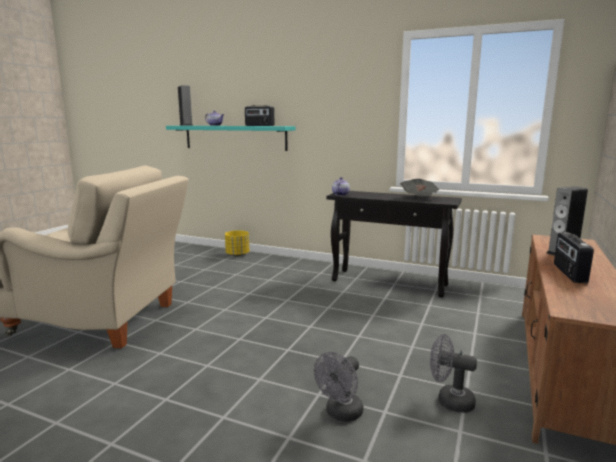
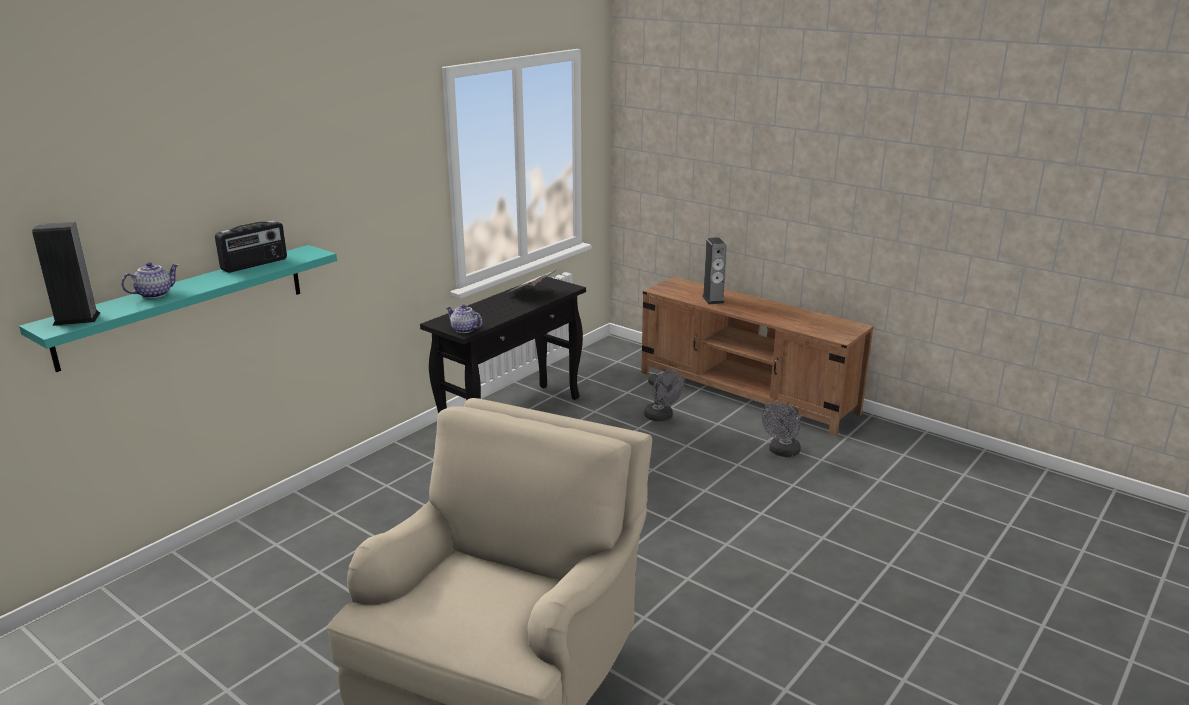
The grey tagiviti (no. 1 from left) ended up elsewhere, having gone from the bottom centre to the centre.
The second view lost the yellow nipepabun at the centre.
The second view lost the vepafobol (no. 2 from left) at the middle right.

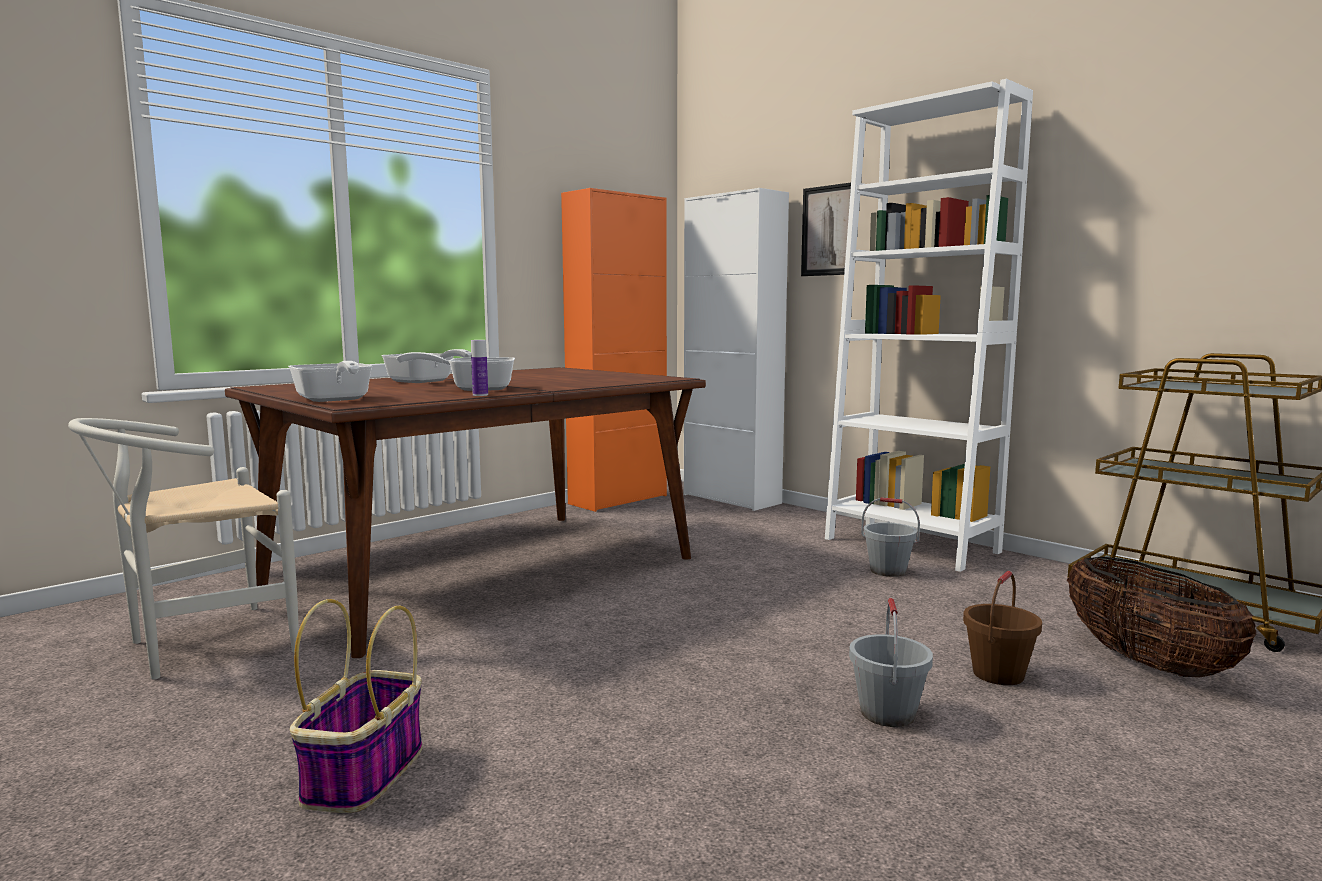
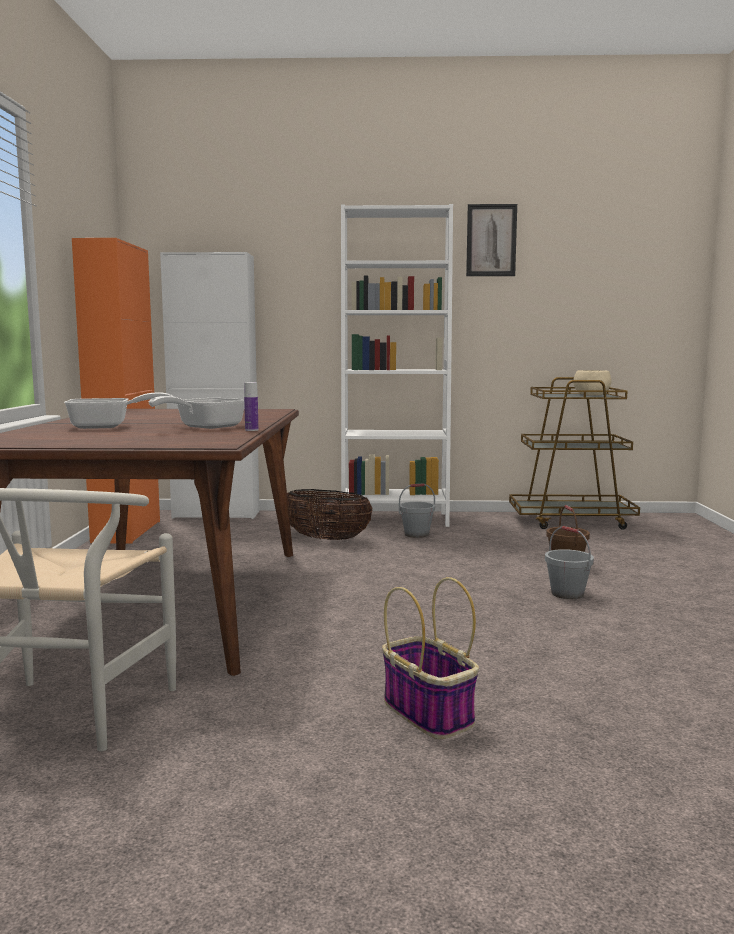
The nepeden (no. 2 from left in the first image) ended up elsewhere, having gone from the bottom right to the centre.
The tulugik ended up elsewhere, having gone from the top centre to the top right.
The second view gained the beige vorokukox at the middle right.
The second view lost the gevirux (no. 1 from left) at the middle left.

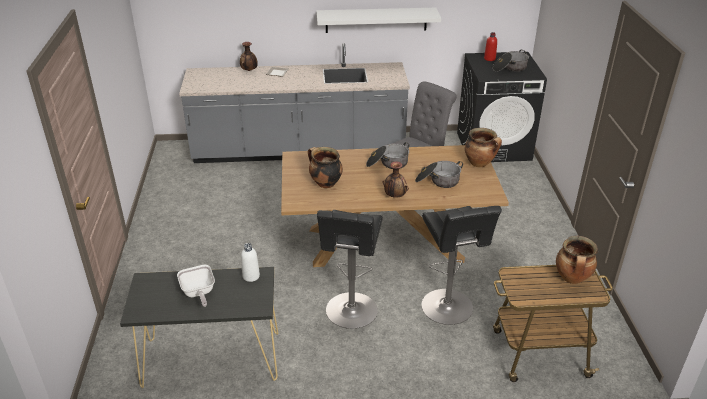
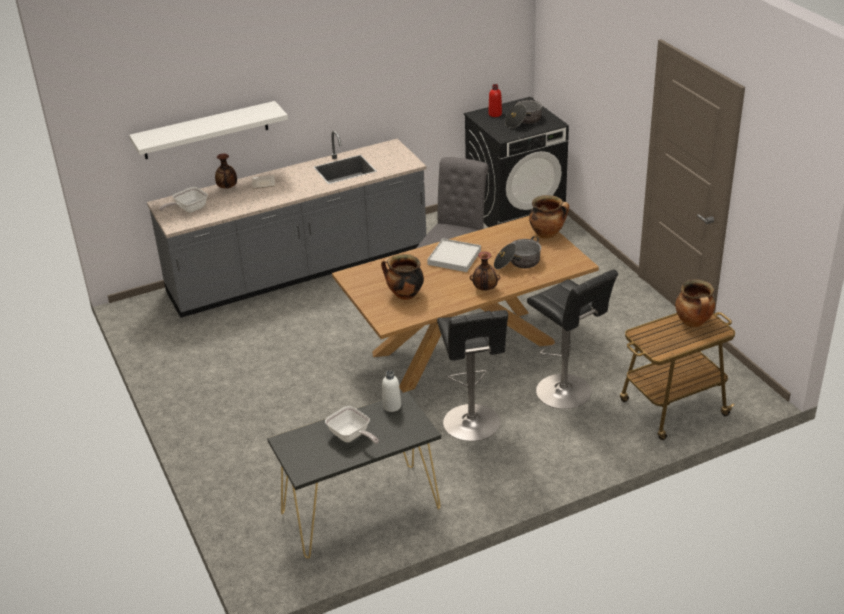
The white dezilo ended up elsewhere, having gone from the top centre to the top left.
The second view gained the gevirux (no. 1 from left) at the top left.
Where the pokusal (no. 2 from left) stood at the centre, the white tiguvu came to stand at the centre.

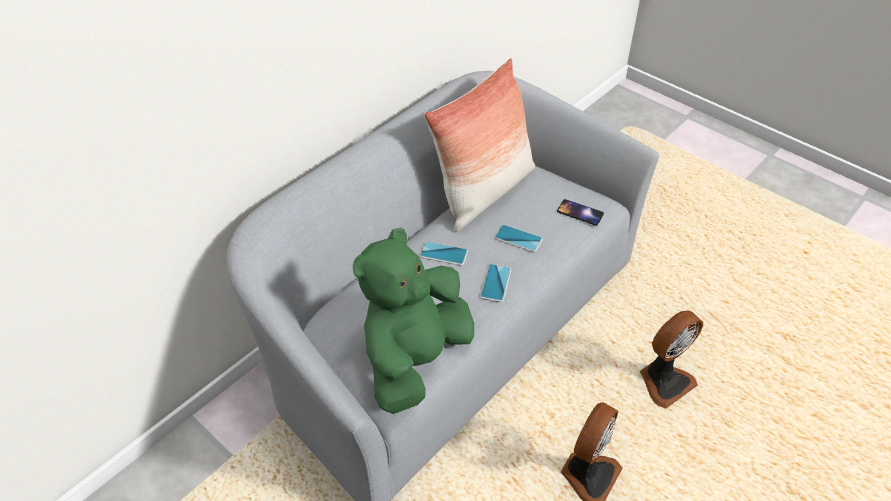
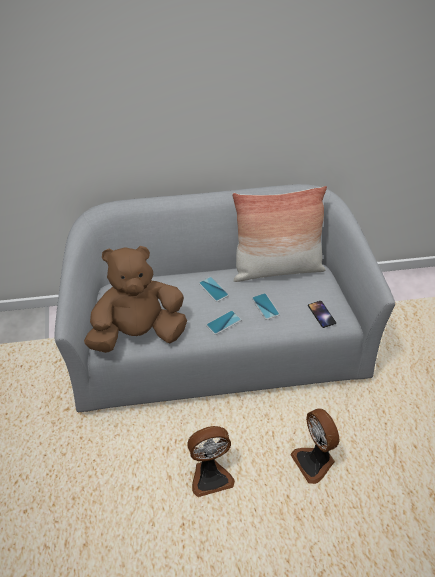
What was the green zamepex at the centre turned into the brown zamepex at the middle left.
The tagiviti (no. 2 from left) at the bottom right ended up facing another way, 60 degrees clockwise from before.

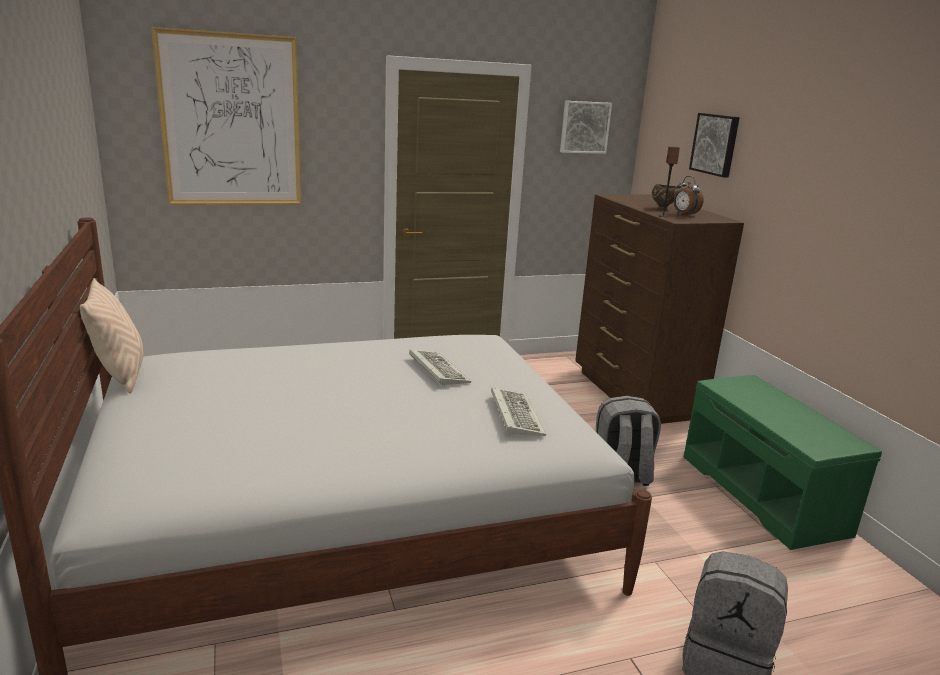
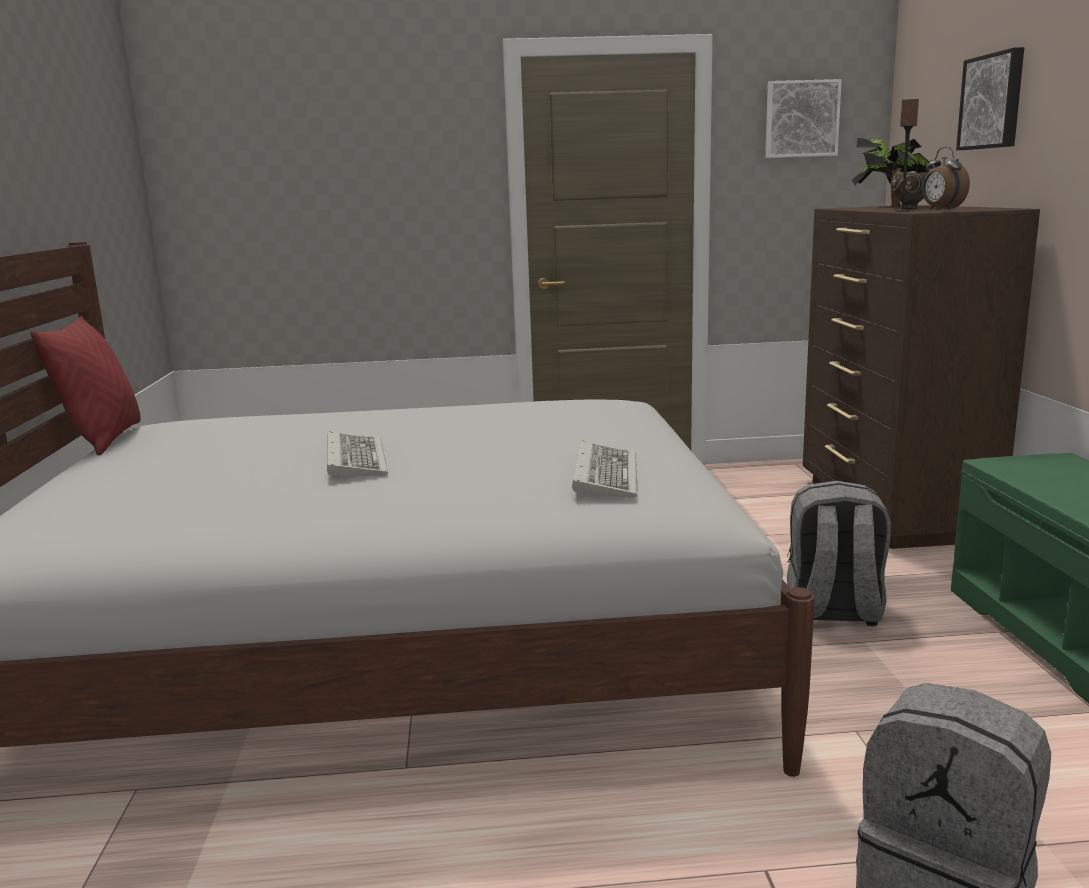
What was the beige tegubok at the middle left turned into the red tegubok at the middle left.
The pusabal (no. 1 from left) ended up elsewhere, having gone from the centre to the middle left.
The second view gained the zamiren at the top right.
The second view lost the tulugik (no. 1 from left) at the top left.

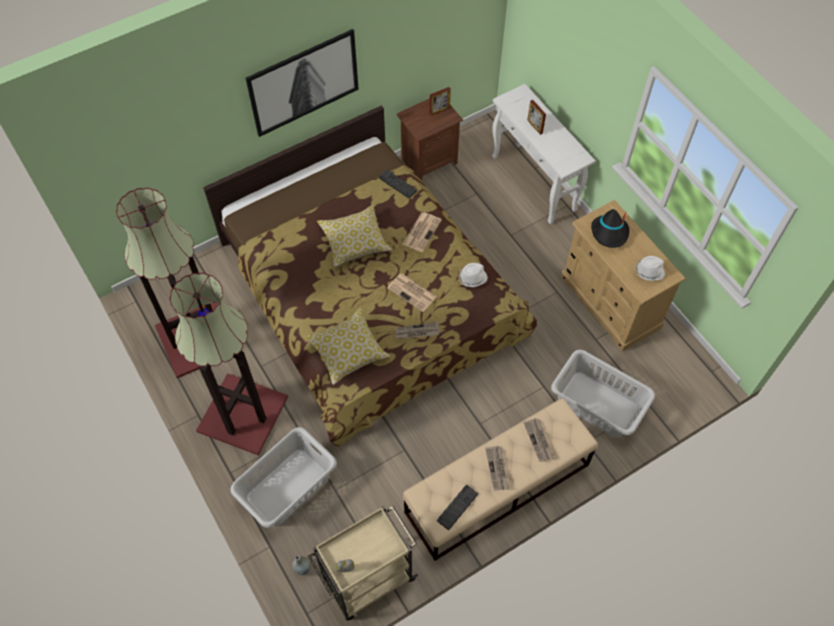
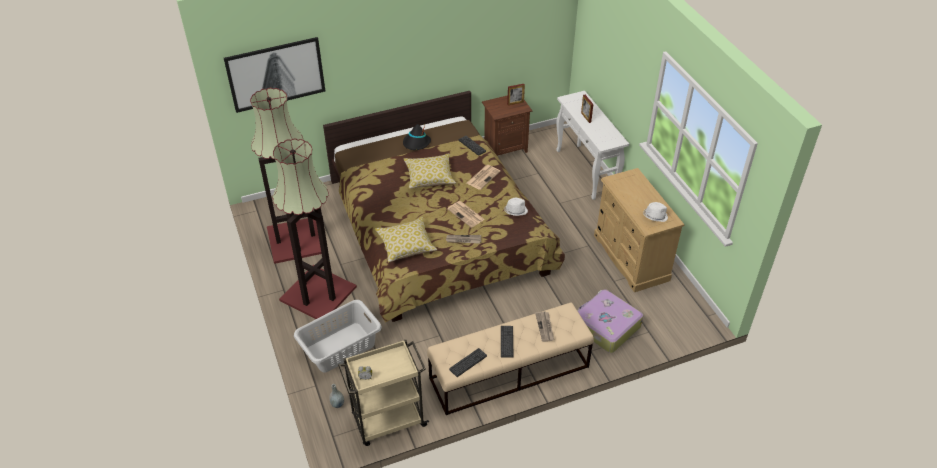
The tulugik ended up elsewhere, having gone from the top centre to the top left.
The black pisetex ended up elsewhere, having gone from the middle right to the top centre.
Where the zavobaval (no. 4 from left) stood at the bottom centre, the pusabal (no. 3 from left) came to stand at the bottom centre.
Where the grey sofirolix (no. 2 from left) stood at the middle right, the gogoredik came to stand at the bottom centre.

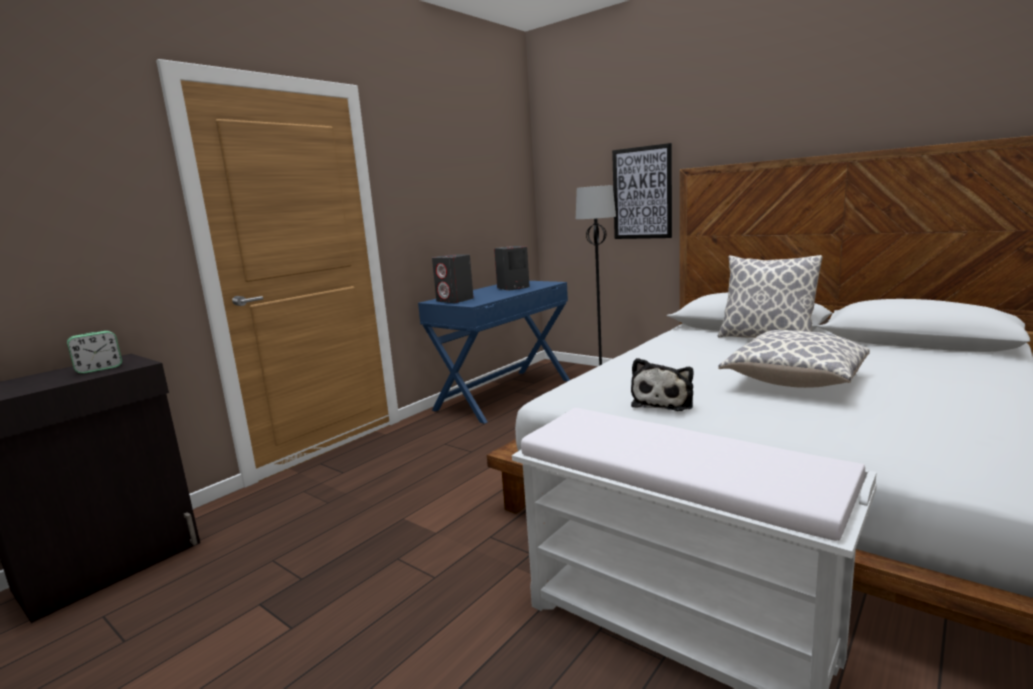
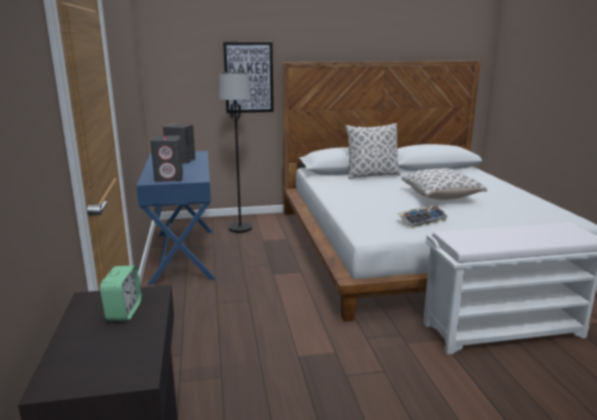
Where the zamepex stood at the centre, the pusabal came to stand at the middle right.

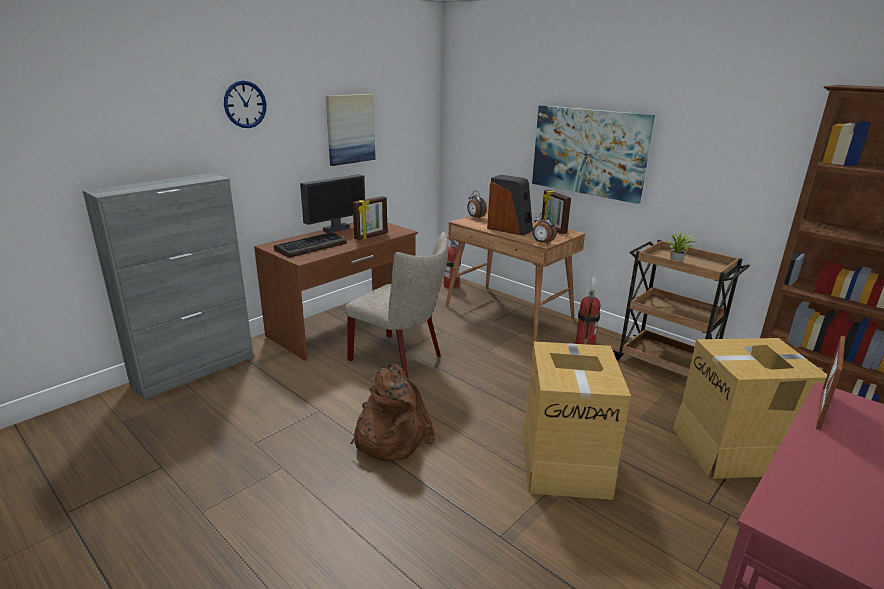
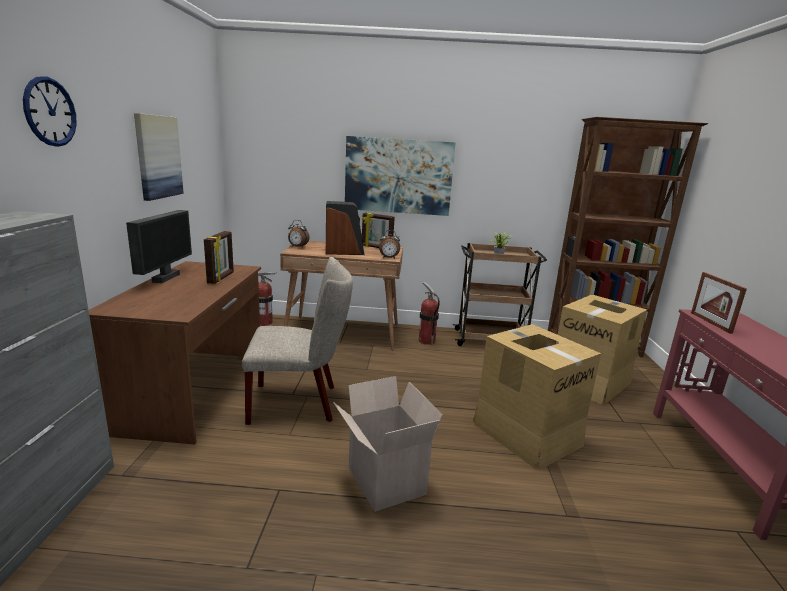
Where the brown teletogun stood at the bottom centre, the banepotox (no. 1 from left) came to stand at the bottom centre.
The second view lost the pusabal at the centre.

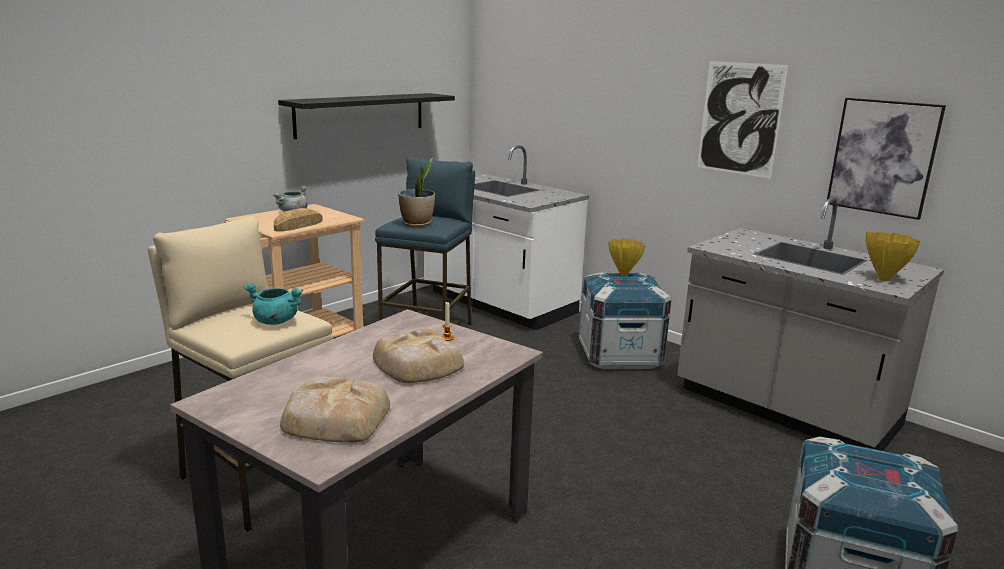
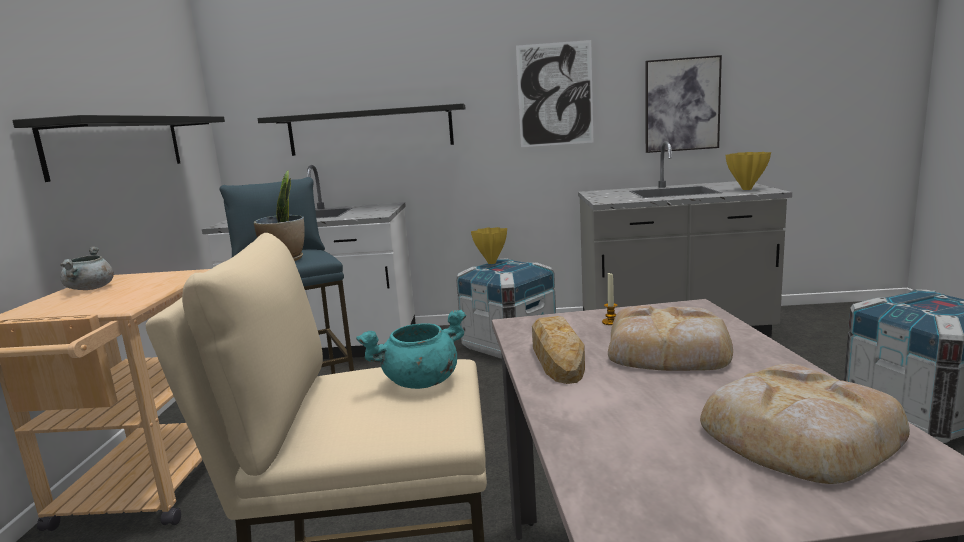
The second view gained the black dezilo (no. 2 from left) at the top centre.
The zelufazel (no. 1 from left) ended up elsewhere, having gone from the middle left to the centre.

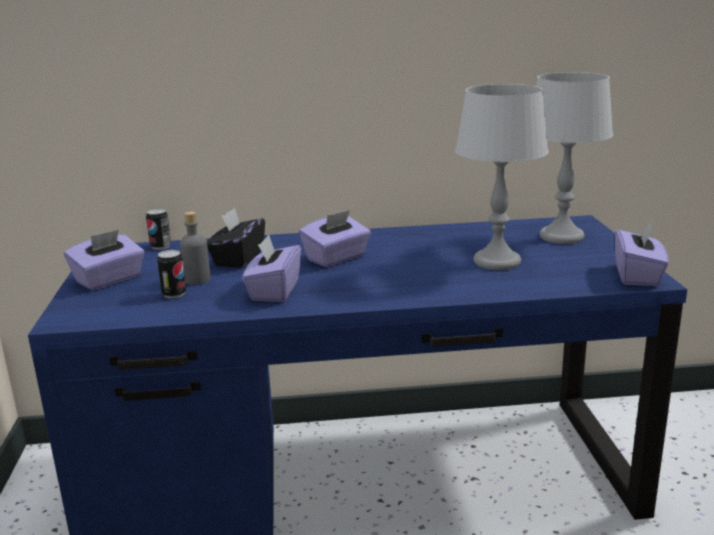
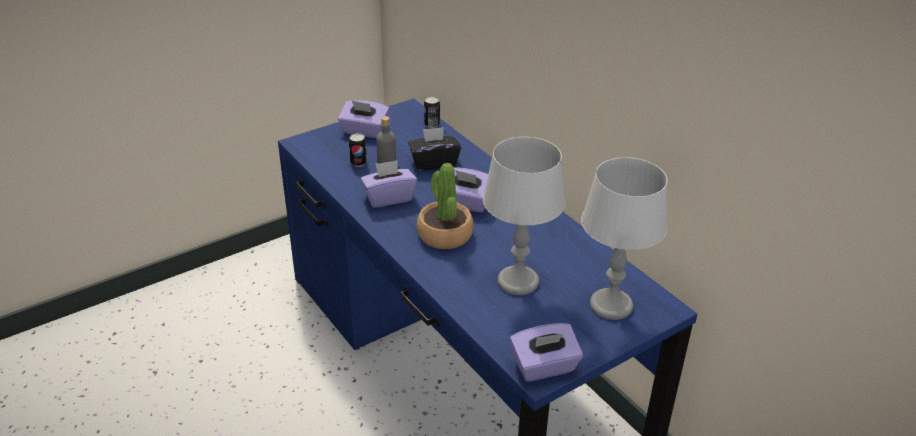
The second view gained the zamiren at the centre.

